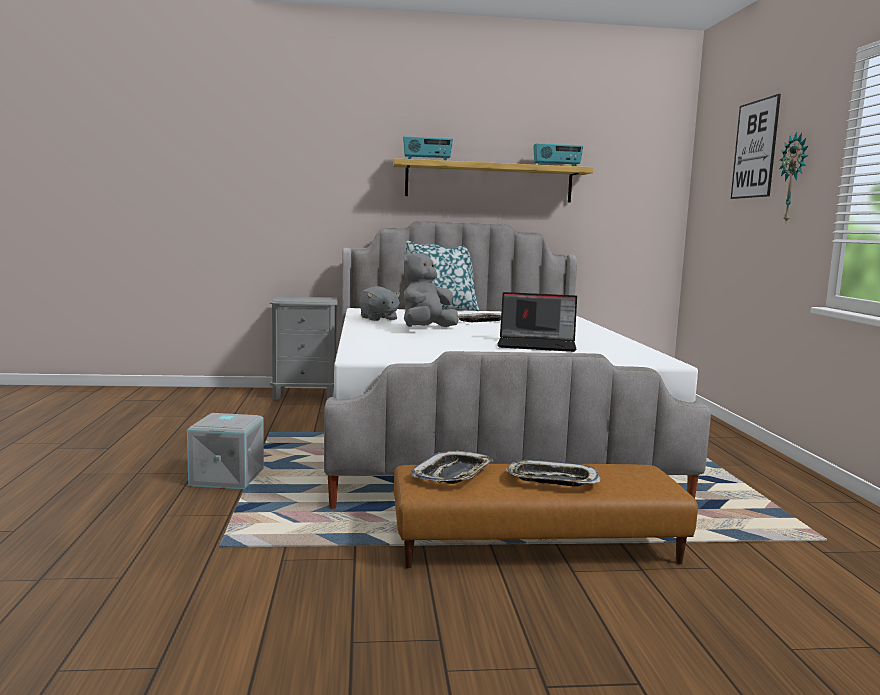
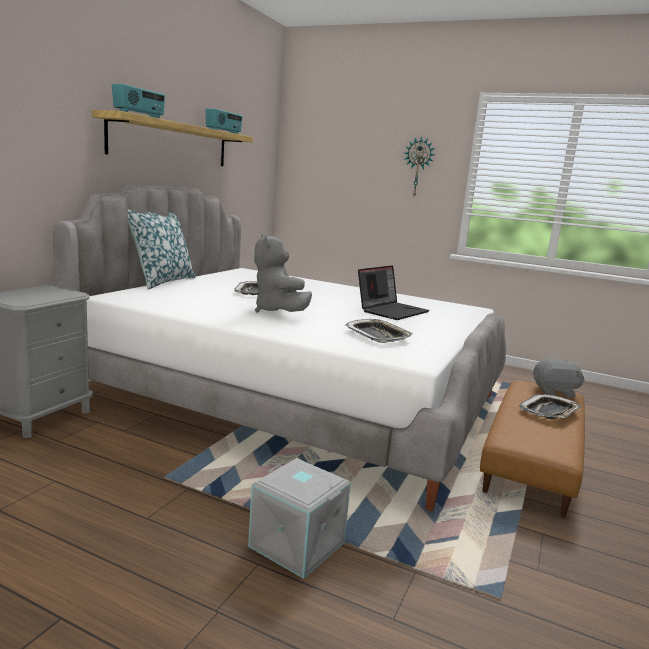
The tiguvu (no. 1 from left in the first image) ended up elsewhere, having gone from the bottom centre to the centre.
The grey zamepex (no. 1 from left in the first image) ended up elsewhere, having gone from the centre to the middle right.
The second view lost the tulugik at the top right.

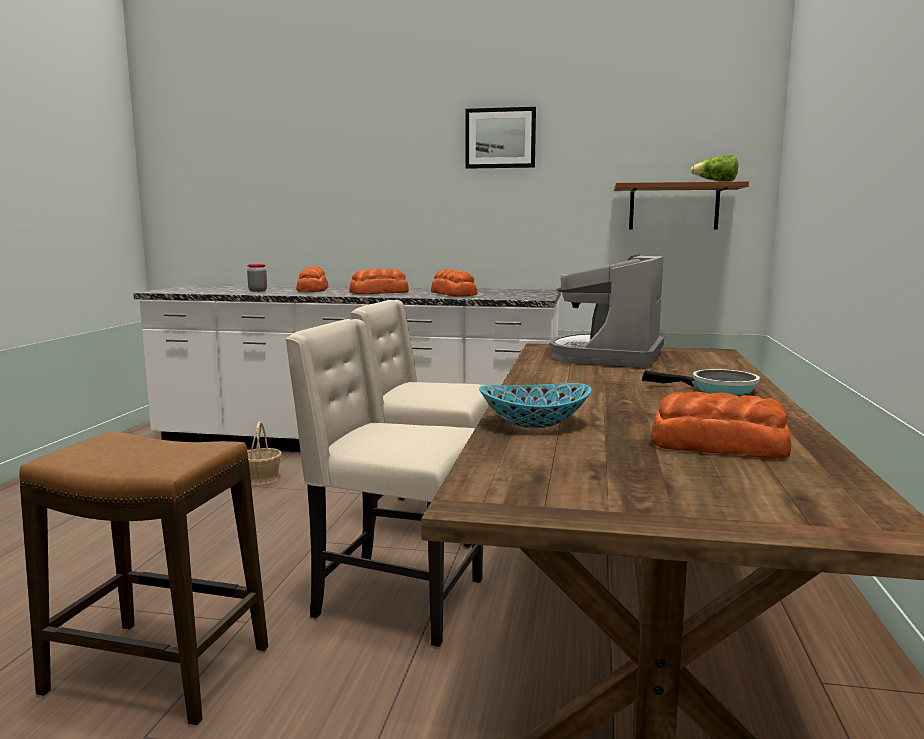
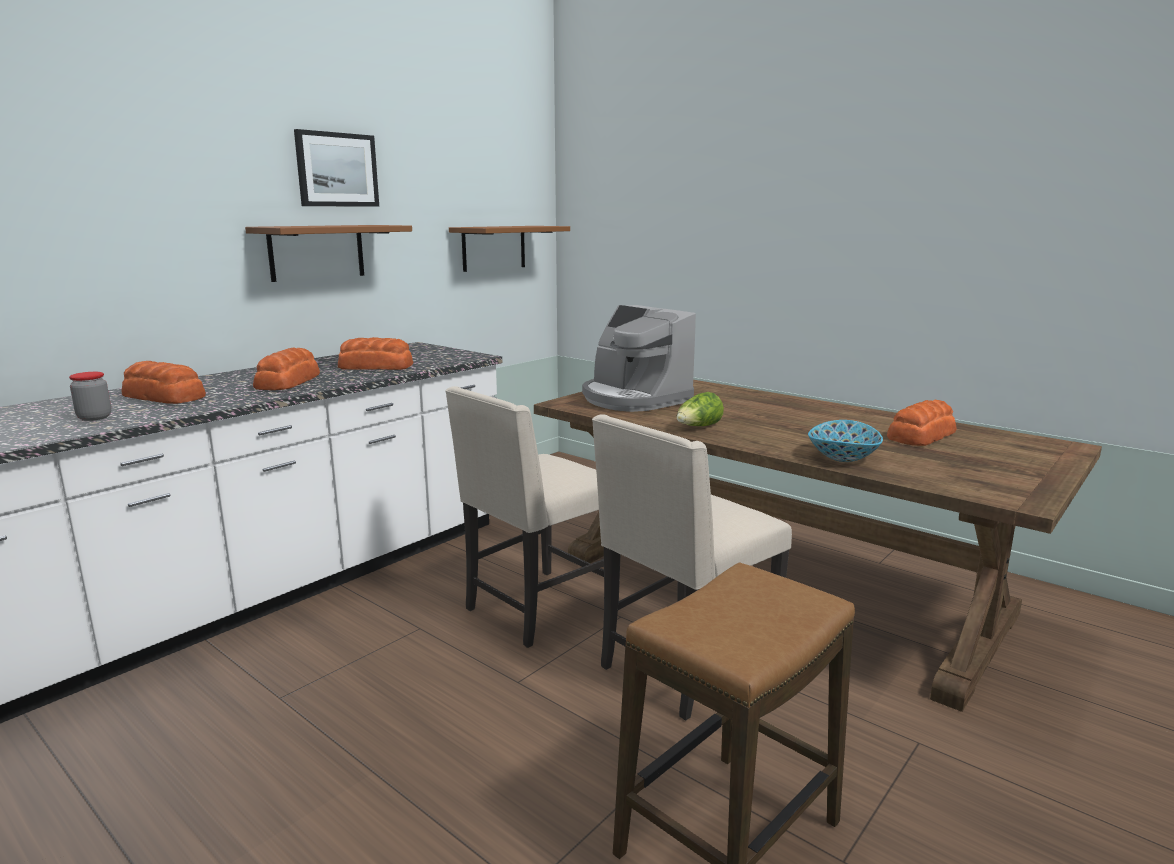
The second view gained the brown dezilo (no. 1 from left) at the top left.
The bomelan ended up elsewhere, having gone from the top right to the centre.
The second view lost the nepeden at the middle left.
The second view lost the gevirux at the middle right.

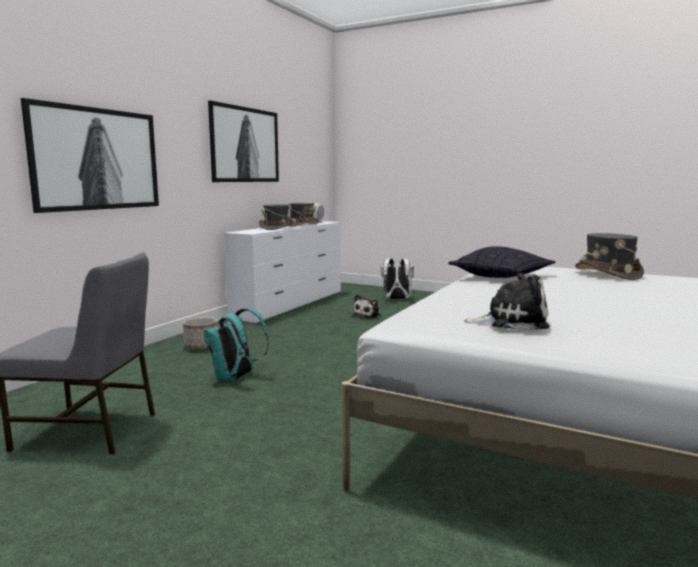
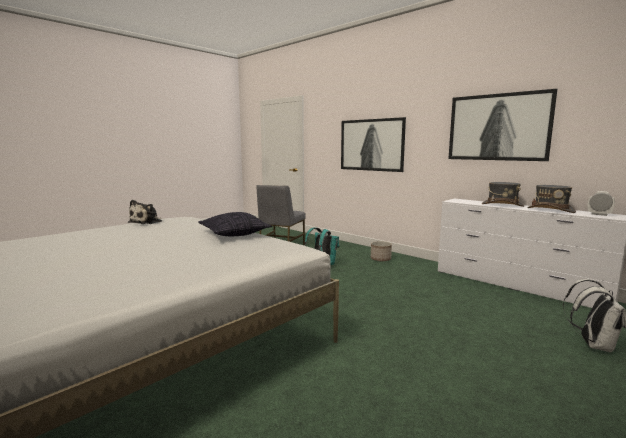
The second view lost the zamepex (no. 1 from left) at the centre.
The second view lost the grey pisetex (no. 3 from left) at the middle right.

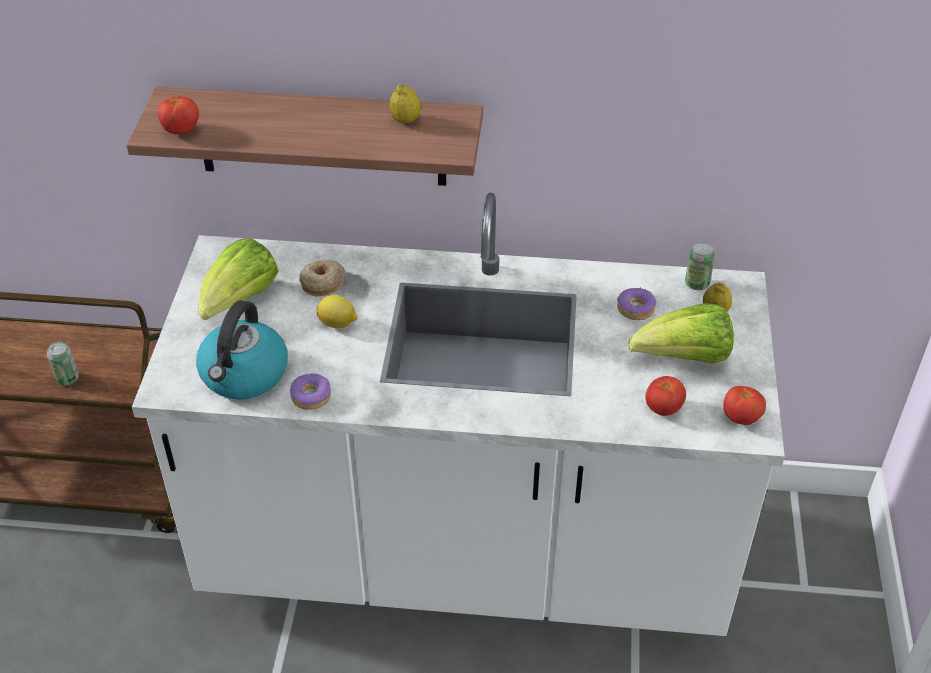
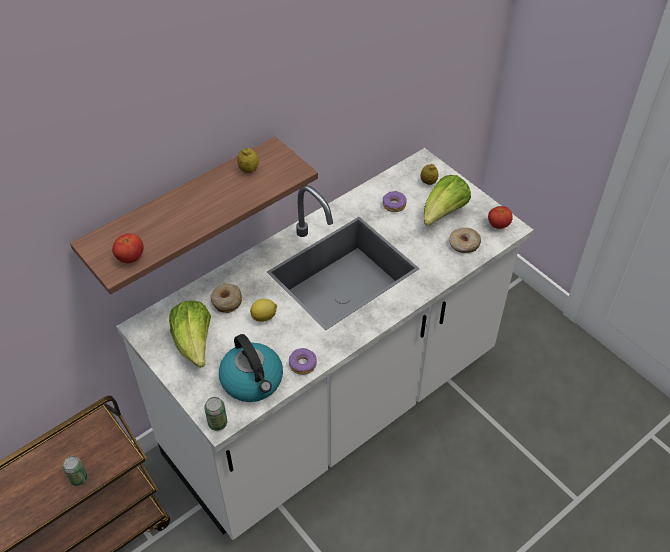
The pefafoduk (no. 2 from left) ended up elsewhere, having gone from the middle right to the bottom left.
Where the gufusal (no. 2 from left) stood at the middle right, the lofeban (no. 4 from left) came to stand at the middle right.

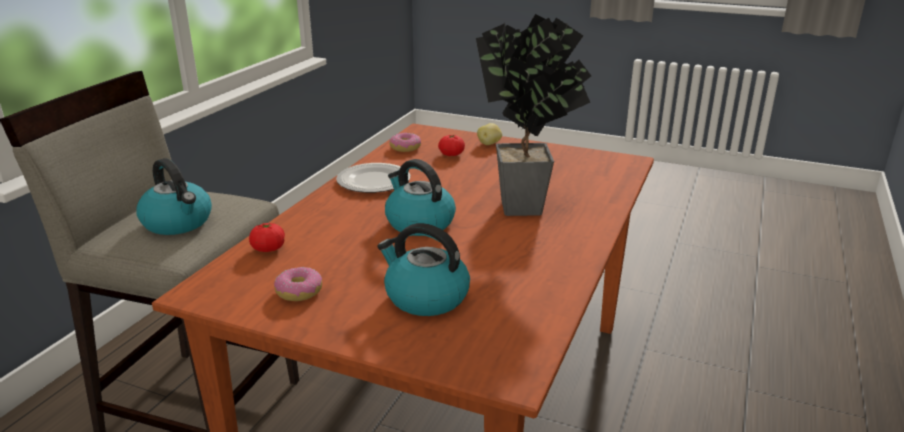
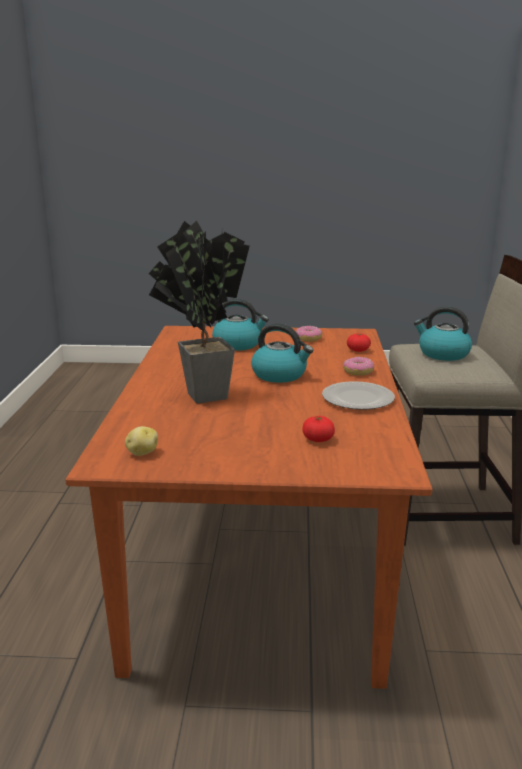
The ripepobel ended up elsewhere, having gone from the top centre to the middle left.
The lofeban (no. 2 from left) ended up elsewhere, having gone from the top centre to the middle right.

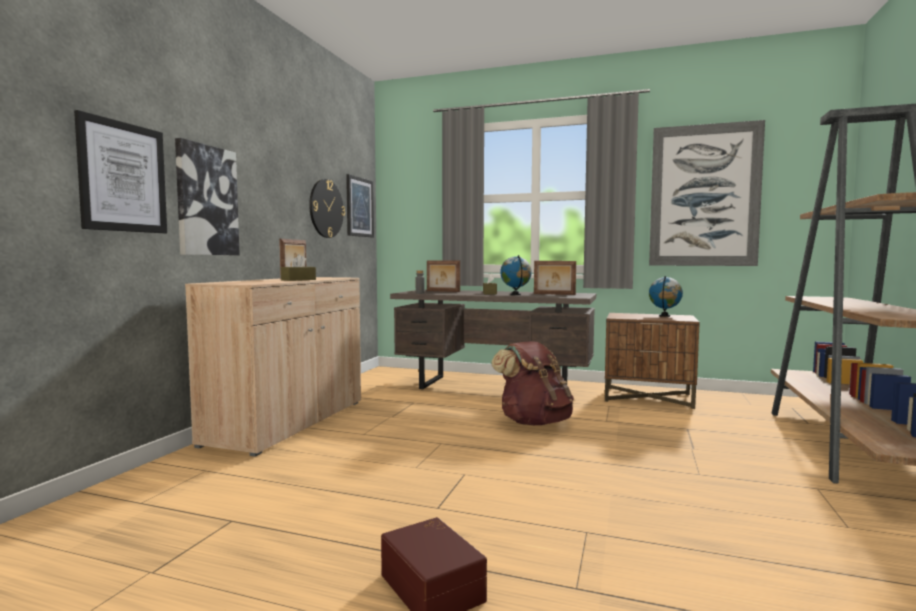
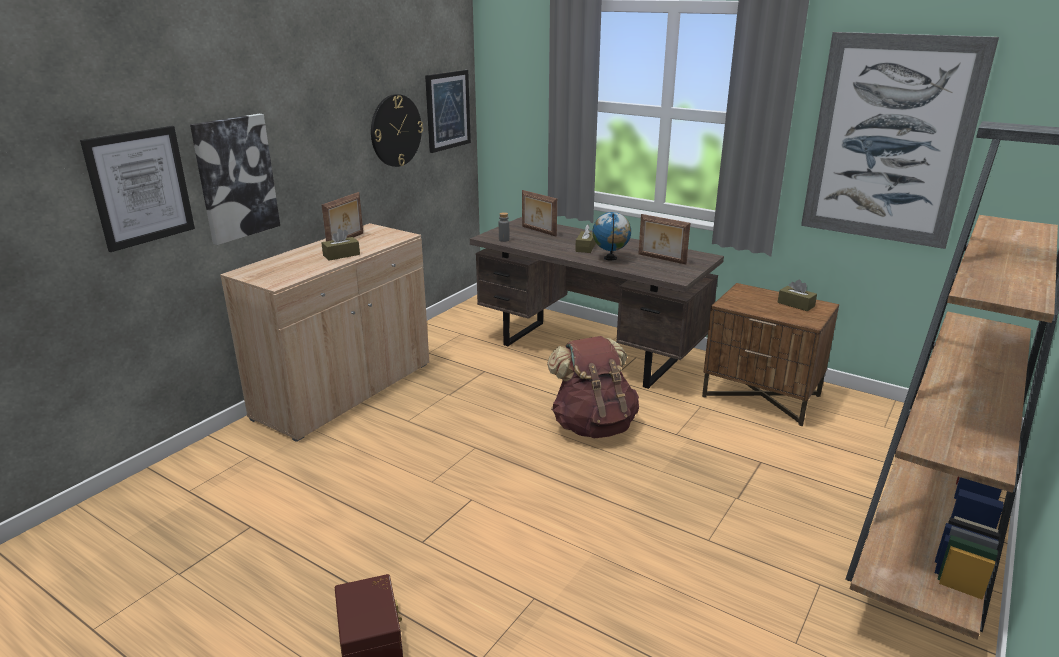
Where the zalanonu (no. 2 from left) stood at the middle right, the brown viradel (no. 3 from left) came to stand at the middle right.

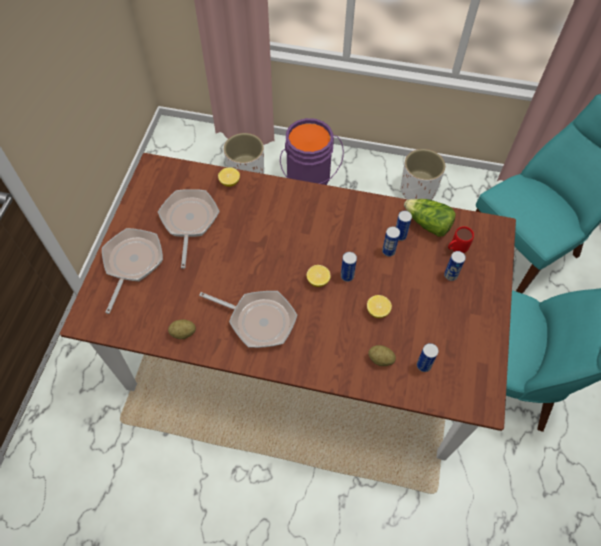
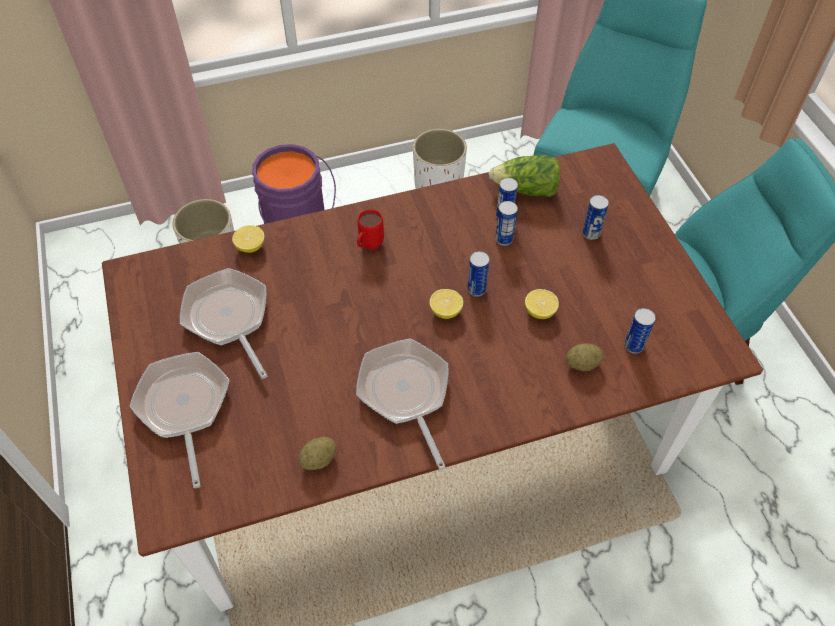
The gevirux (no. 3 from left) at the centre ended up facing another way, 105 degrees counterclockwise from before.
The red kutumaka ended up elsewhere, having gone from the middle right to the centre.

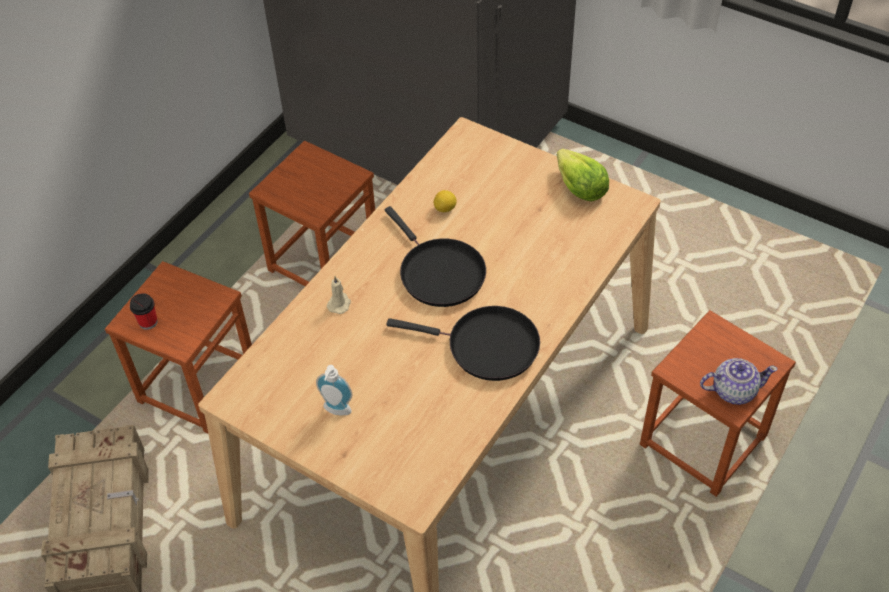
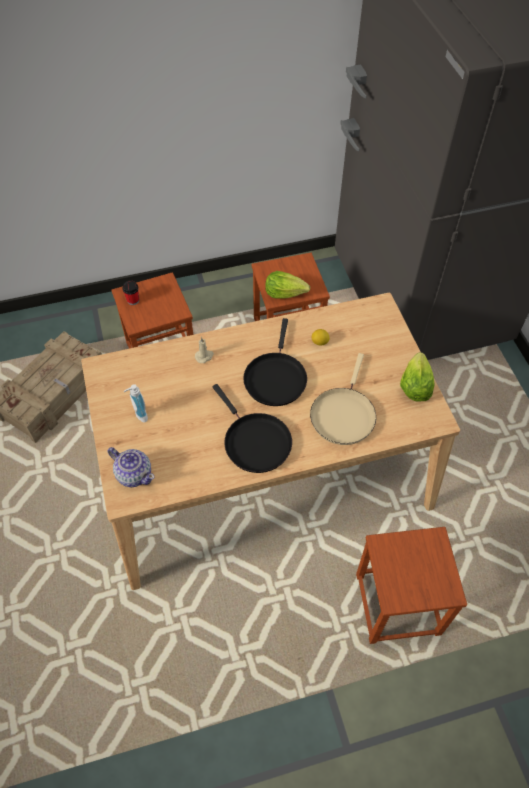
The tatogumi ended up elsewhere, having gone from the middle right to the middle left.
The second view gained the bomelan (no. 1 from left) at the centre.
The second view gained the beige gevirux at the centre.

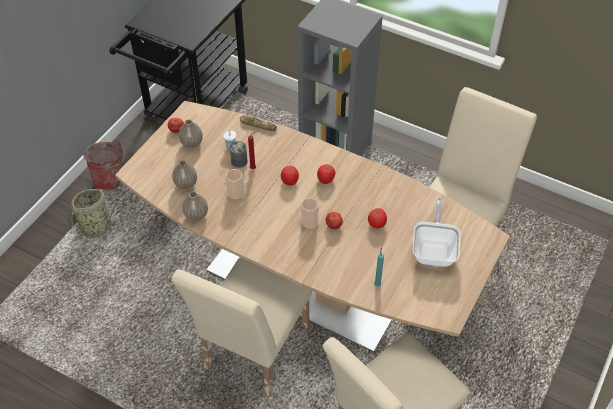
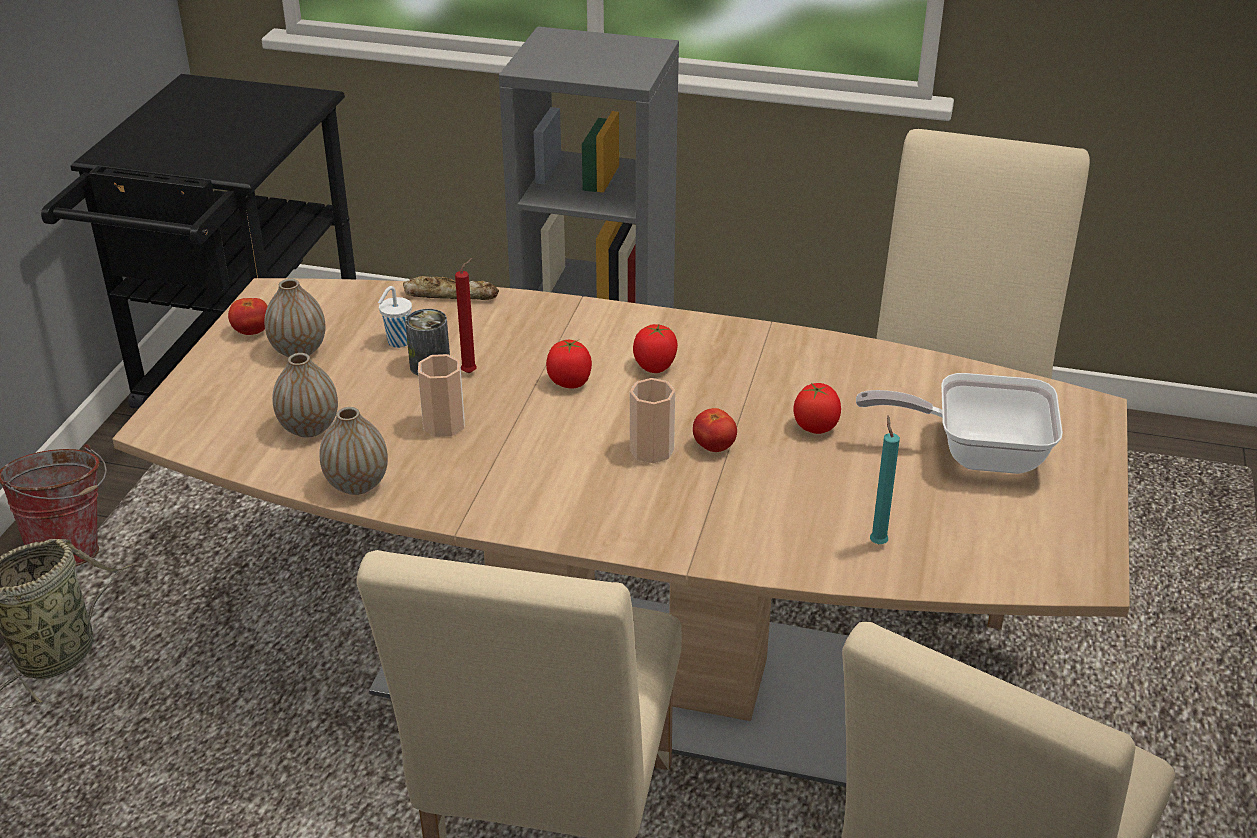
The gevirux at the middle right ended up facing another way, 75 degrees counterclockwise from before.

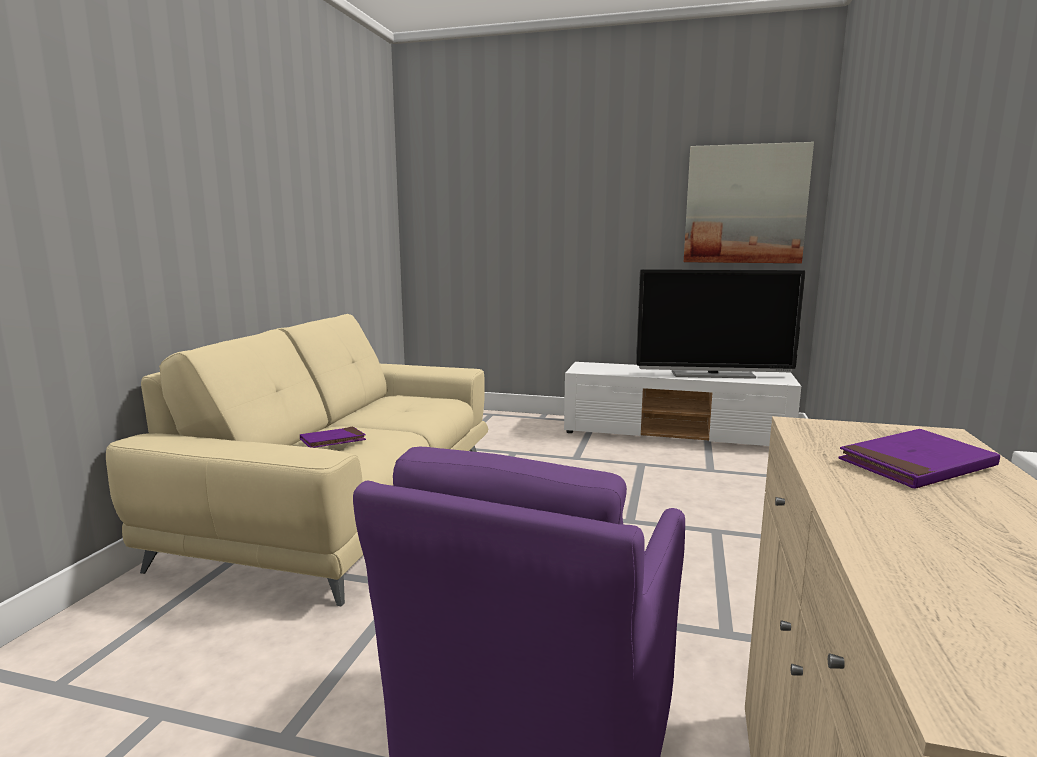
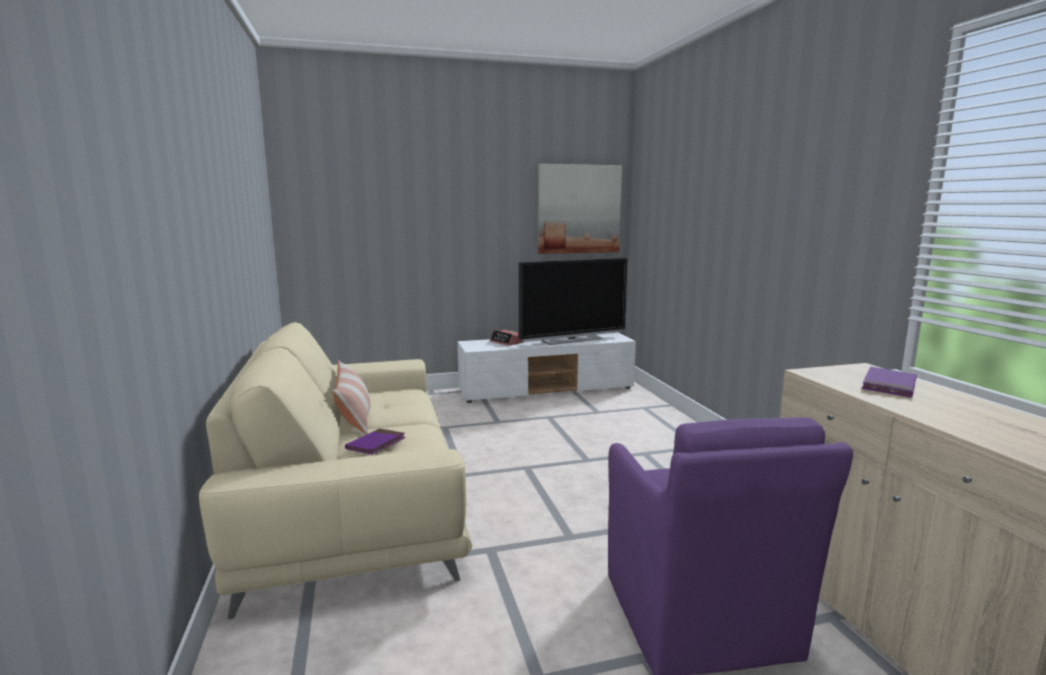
The second view gained the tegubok at the centre.
The second view gained the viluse at the centre.

